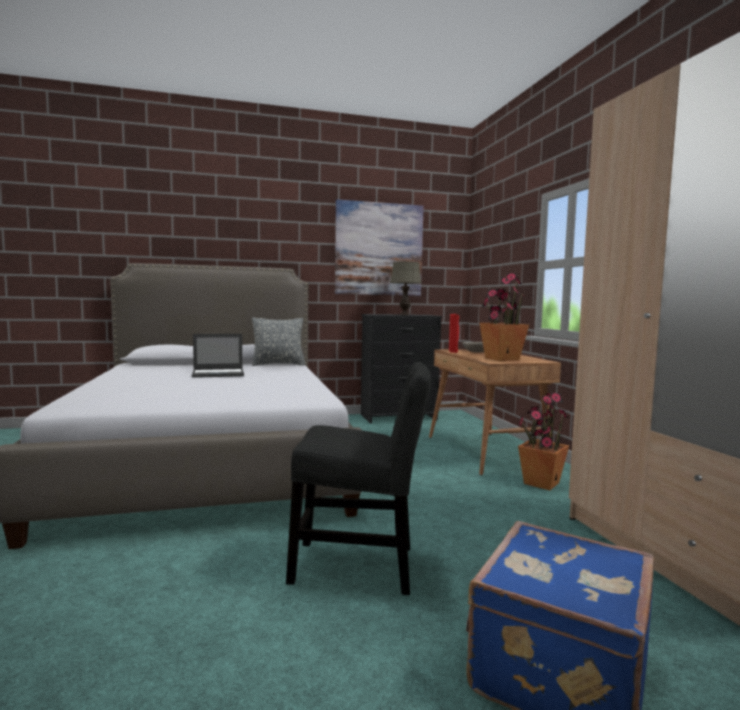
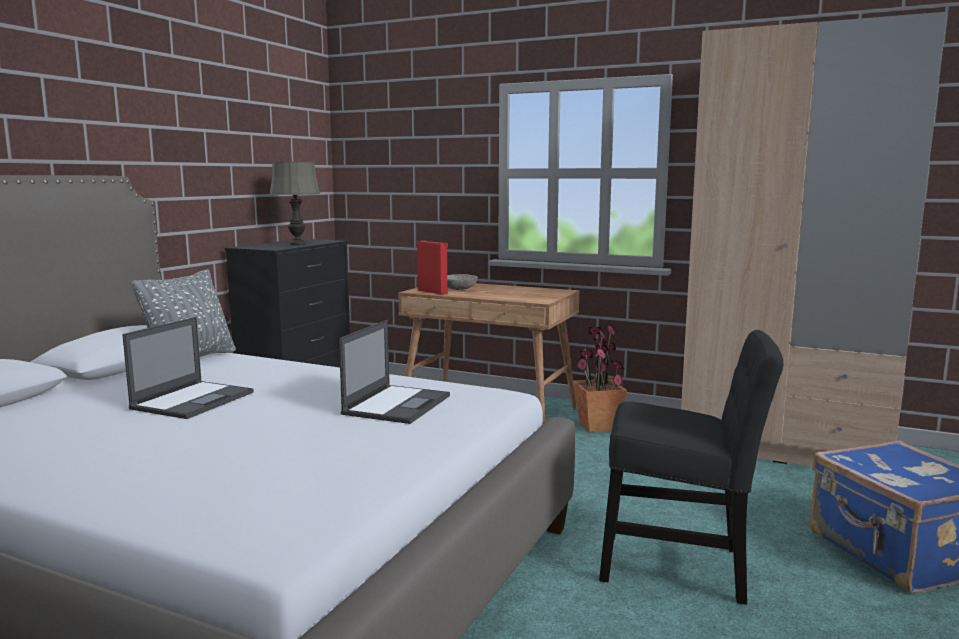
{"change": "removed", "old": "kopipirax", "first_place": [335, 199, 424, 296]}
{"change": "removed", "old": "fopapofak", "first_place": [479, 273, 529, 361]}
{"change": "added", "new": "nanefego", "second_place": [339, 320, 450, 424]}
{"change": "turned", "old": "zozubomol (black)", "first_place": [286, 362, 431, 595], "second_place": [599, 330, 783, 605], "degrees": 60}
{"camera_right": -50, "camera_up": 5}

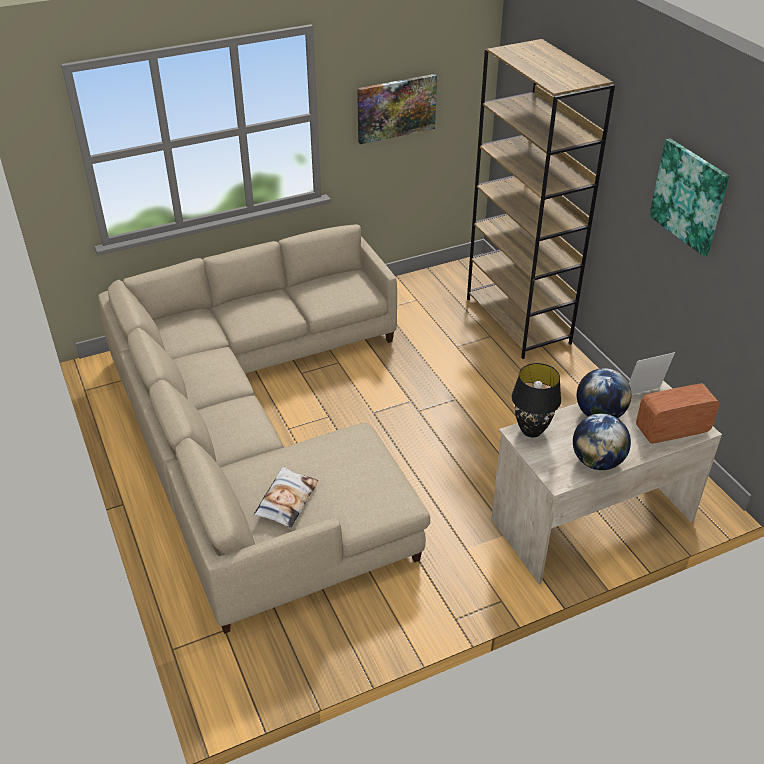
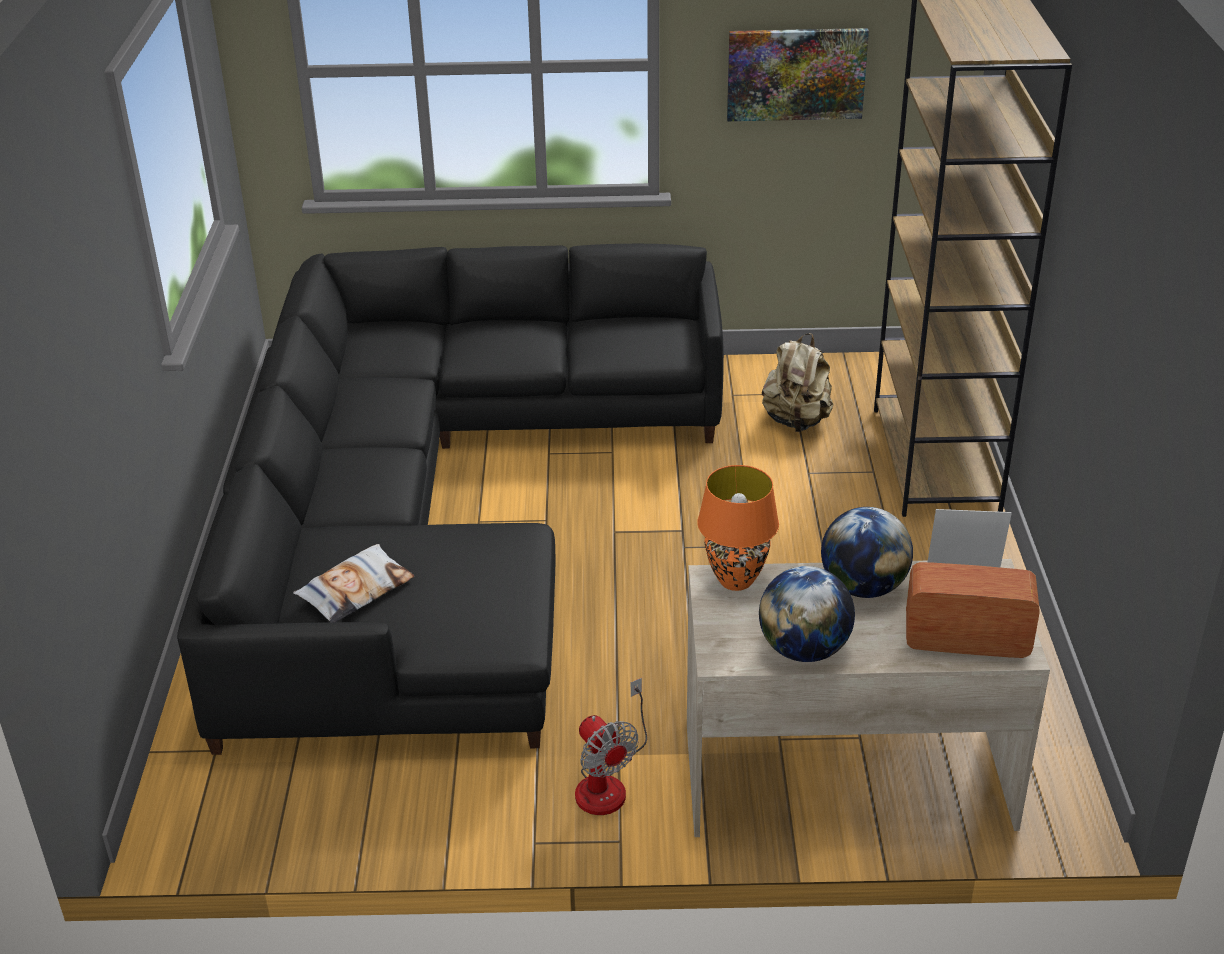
{"change": "removed", "old": "kopipirax", "first_place": [649, 138, 729, 257]}
{"change": "added", "new": "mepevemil", "second_place": [575, 678, 647, 815]}
{"change": "added", "new": "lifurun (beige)", "second_place": [762, 333, 833, 432]}
{"change": "recoloured", "old": "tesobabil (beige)", "new": "tesobabil (black)", "first_place": [98, 224, 430, 634], "second_place": [177, 244, 724, 755]}
{"change": "recoloured", "old": "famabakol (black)", "new": "famabakol (orange)", "first_place": [512, 363, 561, 437], "second_place": [697, 465, 779, 591]}
{"camera_right": 25, "camera_up": -5}

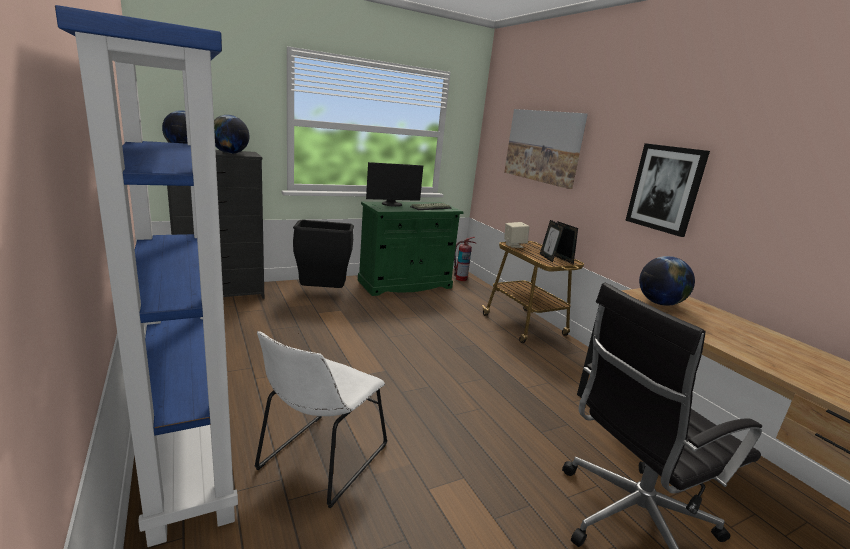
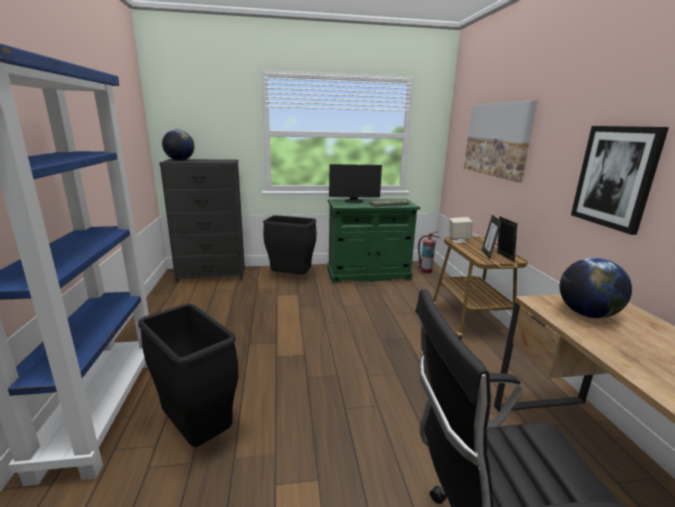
{"change": "removed", "old": "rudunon", "first_place": [214, 115, 249, 154]}
{"change": "replaced", "old": "zozubomol (white)", "new": "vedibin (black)", "first_place": [254, 331, 387, 509], "second_place": [138, 303, 238, 447]}
{"camera_right": 20, "camera_up": 0}

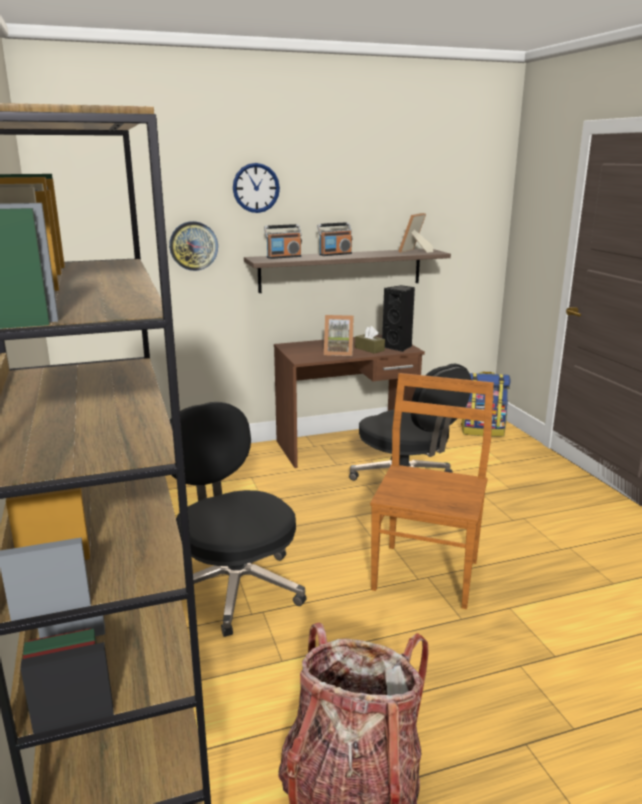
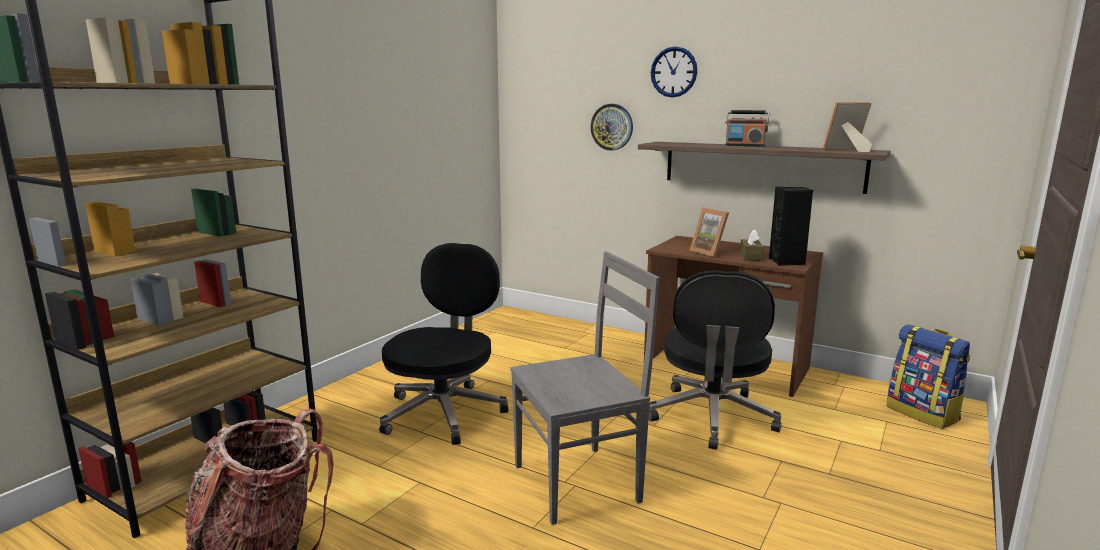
{"change": "removed", "old": "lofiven", "first_place": [264, 224, 302, 259]}
{"change": "recoloured", "old": "zozubomol (brown)", "new": "zozubomol (grey)", "first_place": [370, 373, 494, 609], "second_place": [510, 252, 659, 525]}
{"camera_right": 50, "camera_up": -5}

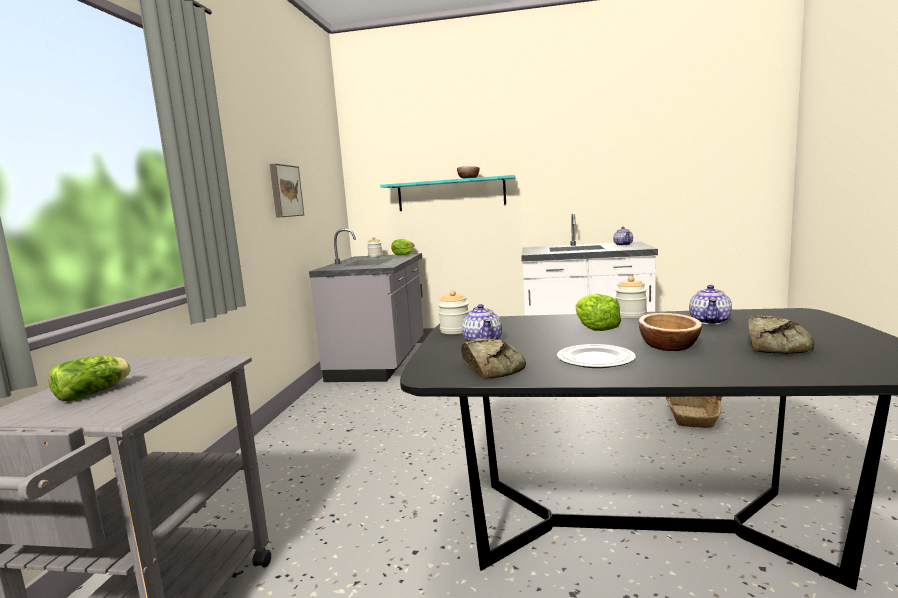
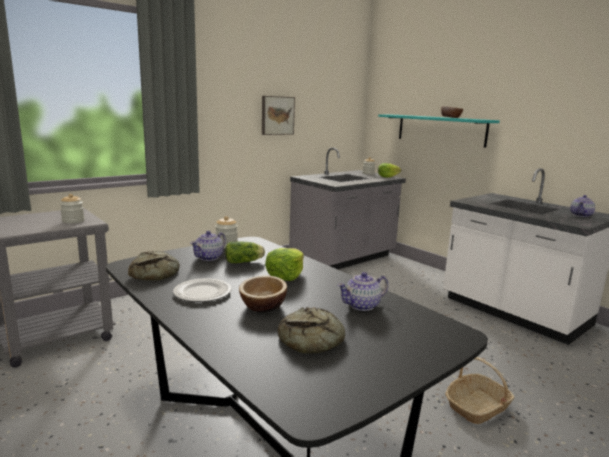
{"change": "moved", "old": "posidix", "first_place": [49, 356, 131, 402], "second_place": [225, 241, 265, 263]}
{"change": "moved", "old": "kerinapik", "first_place": [615, 276, 647, 319], "second_place": [60, 194, 85, 224]}
{"camera_right": 40, "camera_up": 5}

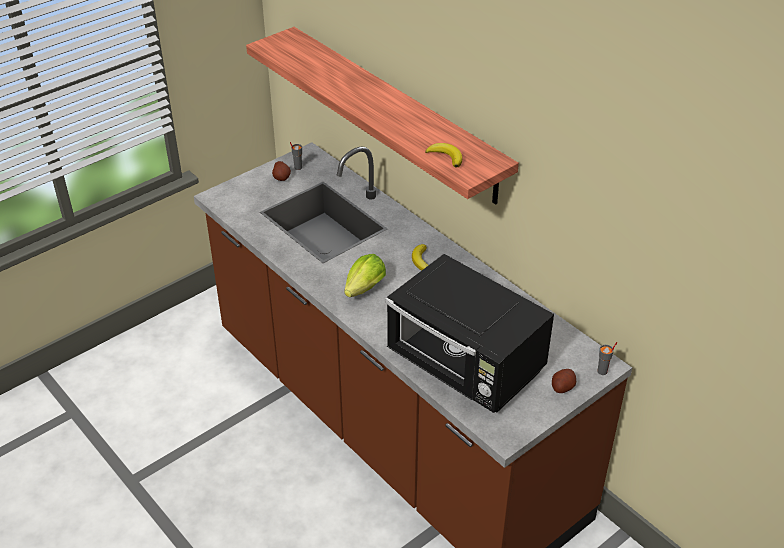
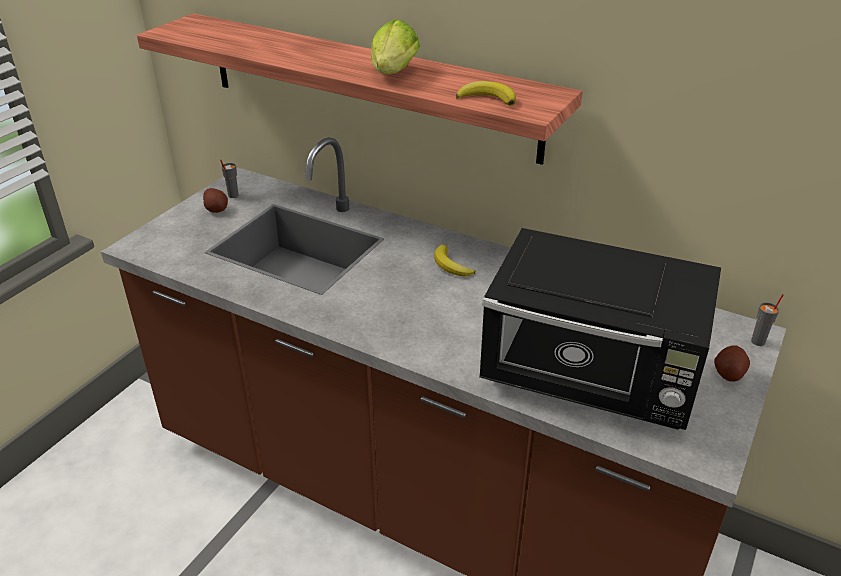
{"change": "moved", "old": "posidix", "first_place": [344, 254, 386, 297], "second_place": [371, 19, 420, 75]}
{"camera_right": -20, "camera_up": -5}

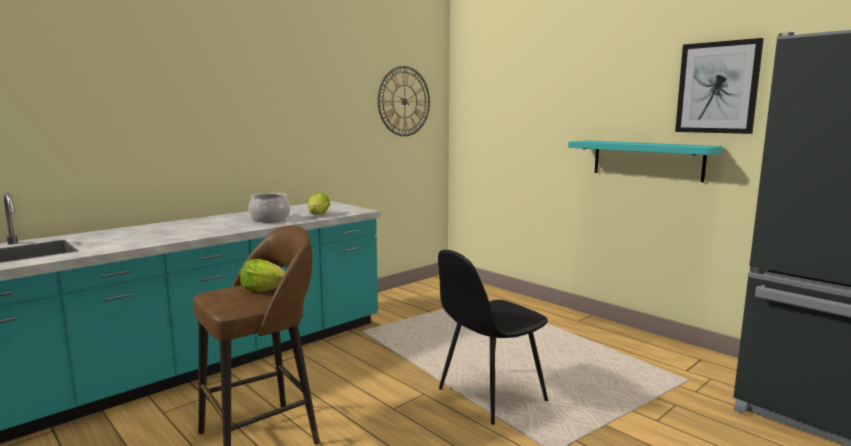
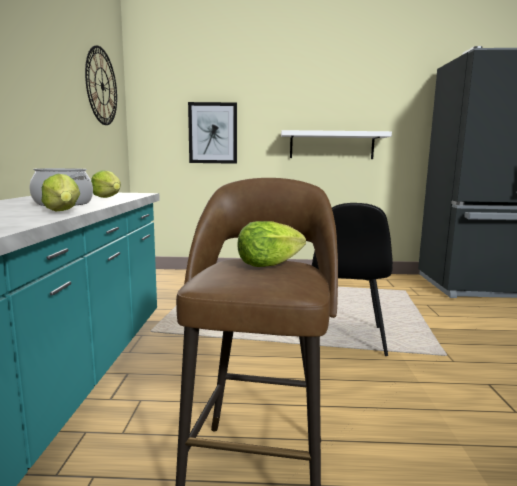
{"change": "added", "new": "posidix", "second_place": [41, 174, 80, 212]}
{"change": "moved", "old": "kopipirax", "first_place": [675, 38, 764, 134], "second_place": [188, 102, 237, 164]}
{"change": "recoloured", "old": "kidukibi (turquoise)", "new": "kidukibi (white)", "first_place": [568, 140, 723, 182], "second_place": [281, 130, 392, 159]}
{"camera_right": -45, "camera_up": 0}

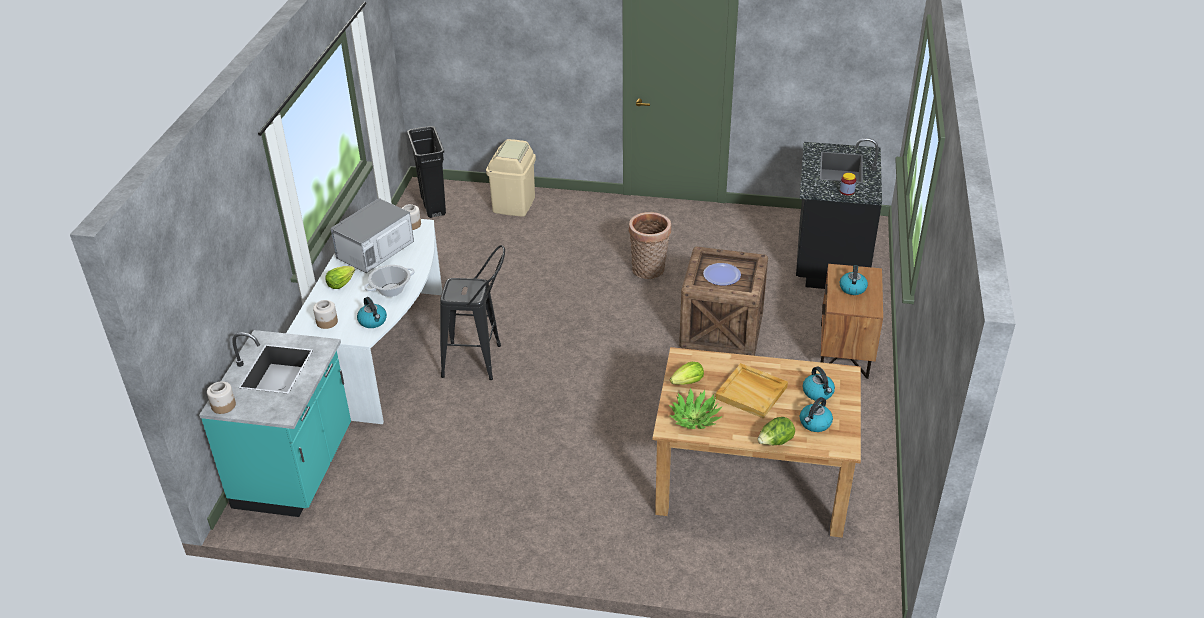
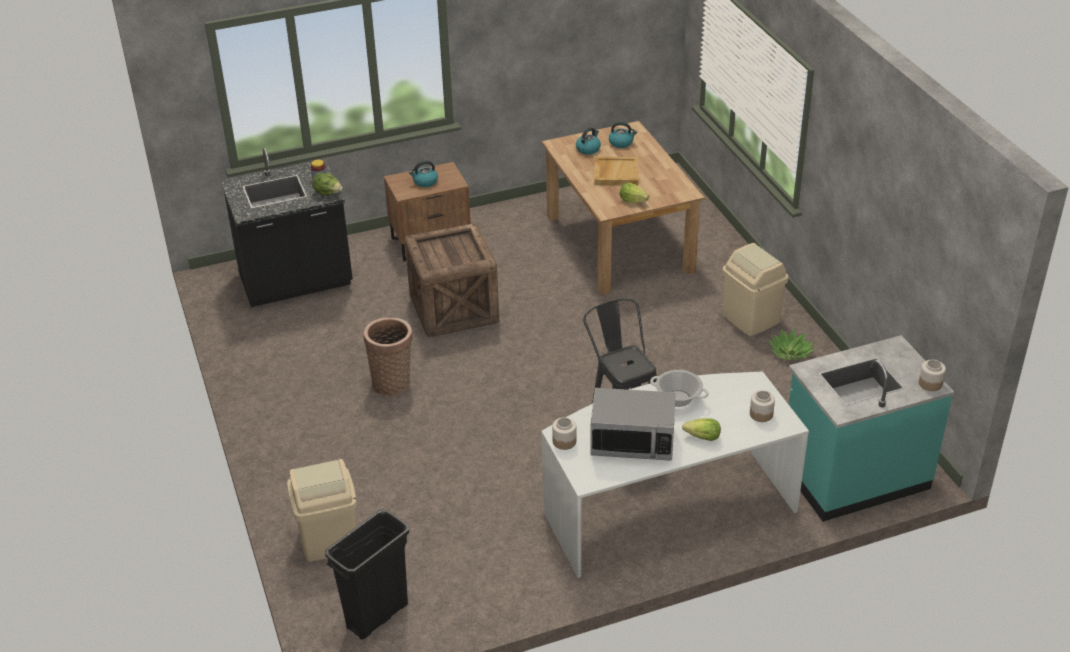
{"change": "removed", "old": "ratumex", "first_place": [357, 297, 387, 328]}
{"change": "removed", "old": "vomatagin", "first_place": [703, 263, 741, 286]}
{"change": "added", "new": "vedibin (beige)", "second_place": [722, 243, 789, 336]}
{"change": "moved", "old": "fopapofak", "first_place": [669, 388, 722, 429], "second_place": [767, 328, 815, 361]}
{"change": "moved", "old": "posidix", "first_place": [758, 417, 795, 445], "second_place": [312, 172, 343, 195]}
{"camera_right": -120, "camera_up": 0}

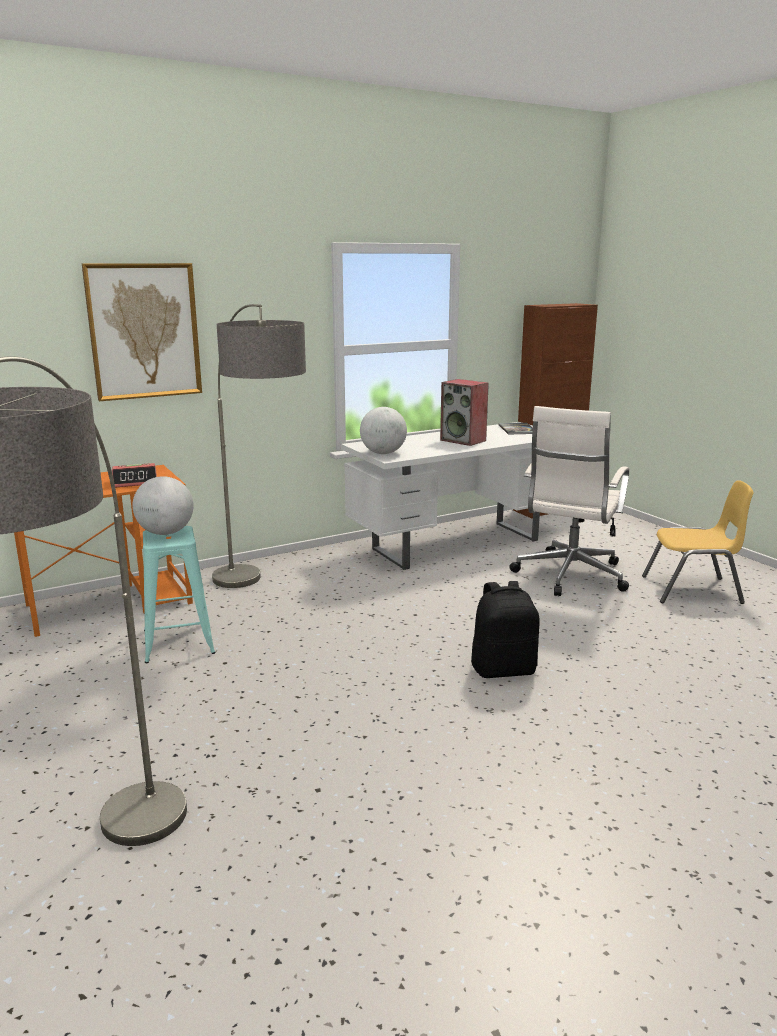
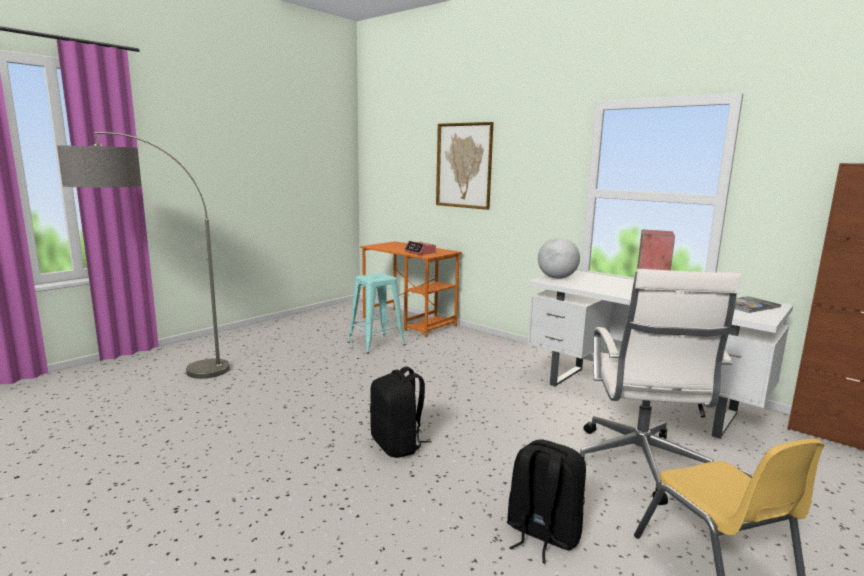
{"change": "removed", "old": "rudunon", "first_place": [132, 476, 194, 535]}
{"change": "removed", "old": "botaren", "first_place": [212, 304, 306, 588]}
{"change": "added", "new": "lifurun (black)", "second_place": [507, 439, 586, 564]}
{"change": "turned", "old": "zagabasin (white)", "first_place": [509, 406, 630, 596], "second_place": [580, 269, 741, 505], "degrees": -90}
{"camera_right": 70, "camera_up": -5}

